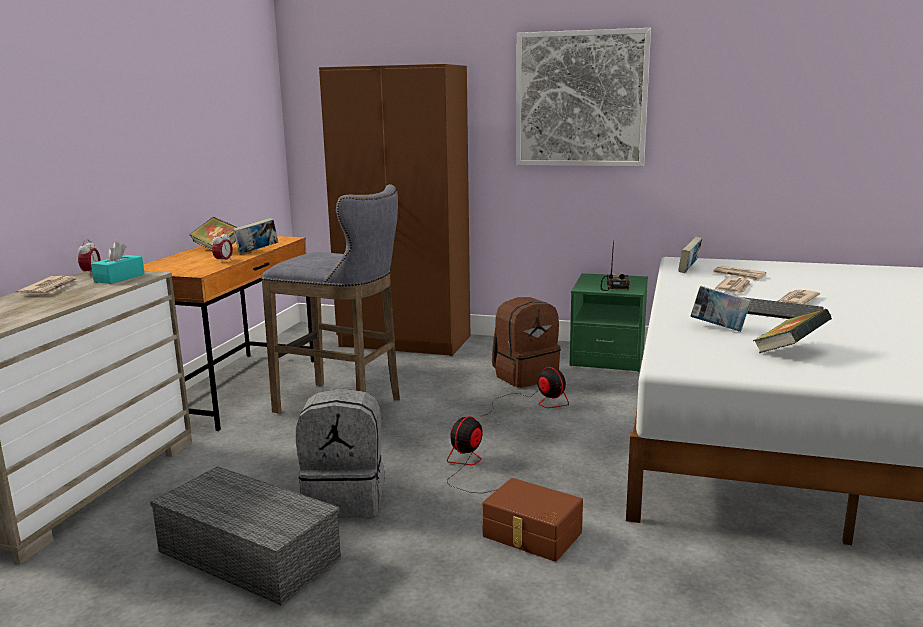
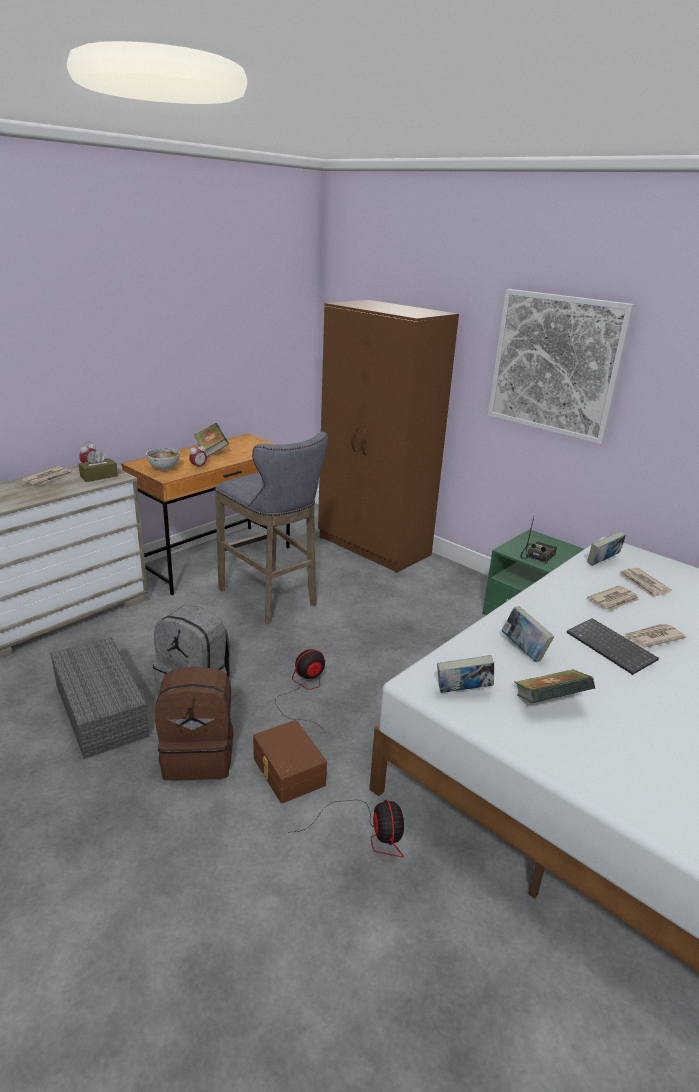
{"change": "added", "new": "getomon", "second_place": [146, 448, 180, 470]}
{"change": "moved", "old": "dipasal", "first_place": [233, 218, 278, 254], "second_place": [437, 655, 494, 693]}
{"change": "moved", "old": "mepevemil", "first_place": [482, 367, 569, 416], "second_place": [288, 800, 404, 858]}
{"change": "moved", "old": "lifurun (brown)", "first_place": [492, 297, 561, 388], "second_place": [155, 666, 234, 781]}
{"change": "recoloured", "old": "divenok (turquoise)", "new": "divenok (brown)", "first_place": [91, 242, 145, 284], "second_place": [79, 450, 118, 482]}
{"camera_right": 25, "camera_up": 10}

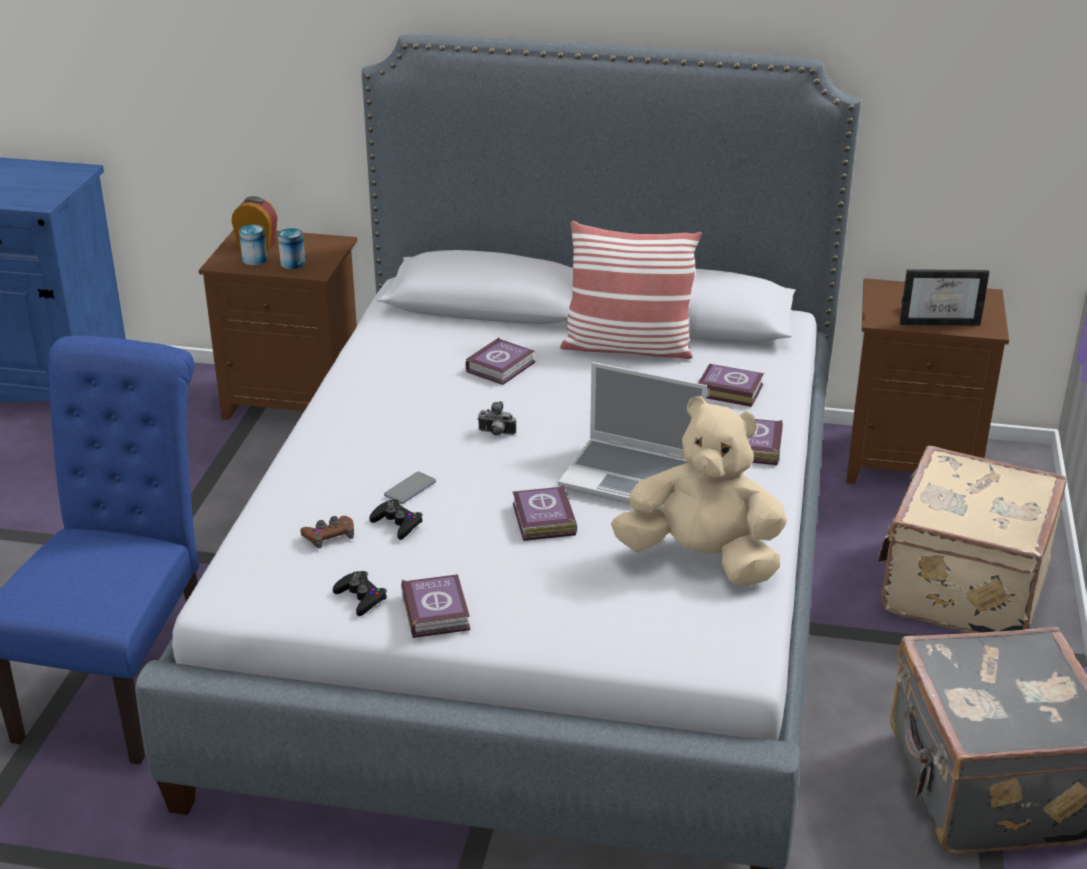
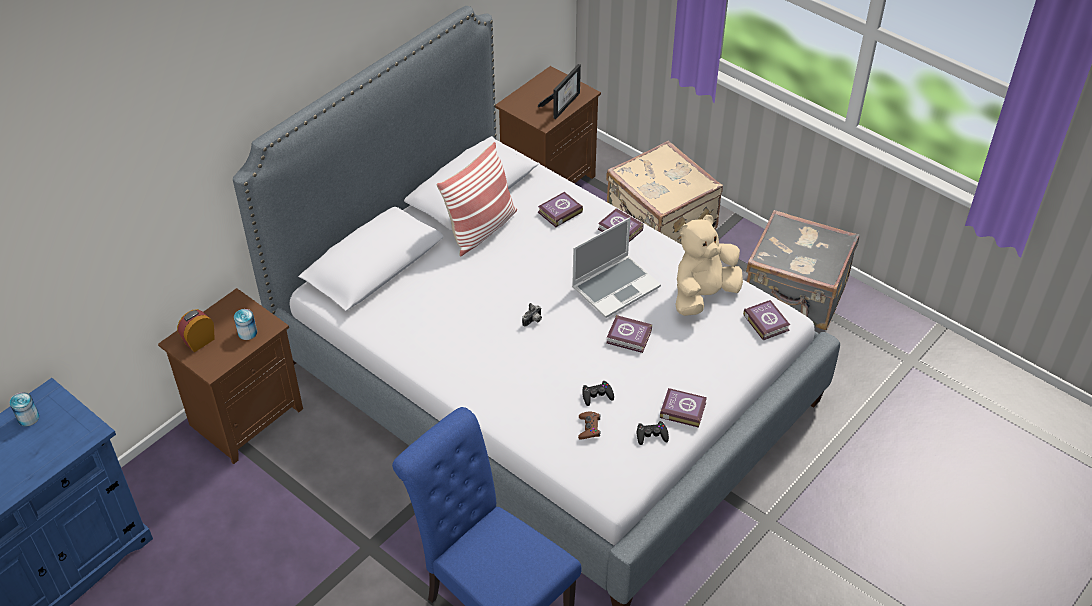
{"change": "removed", "old": "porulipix", "first_place": [384, 472, 436, 504]}
{"change": "moved", "old": "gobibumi", "first_place": [239, 225, 267, 265], "second_place": [10, 392, 39, 426]}
{"change": "moved", "old": "dipasal", "first_place": [465, 338, 535, 385], "second_place": [743, 300, 790, 340]}
{"camera_right": -60, "camera_up": 15}

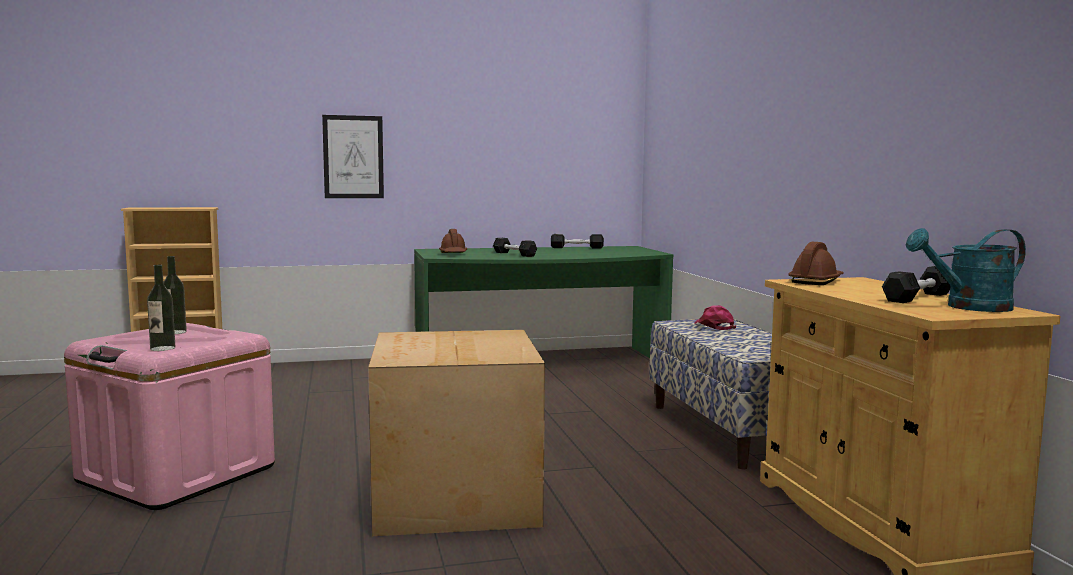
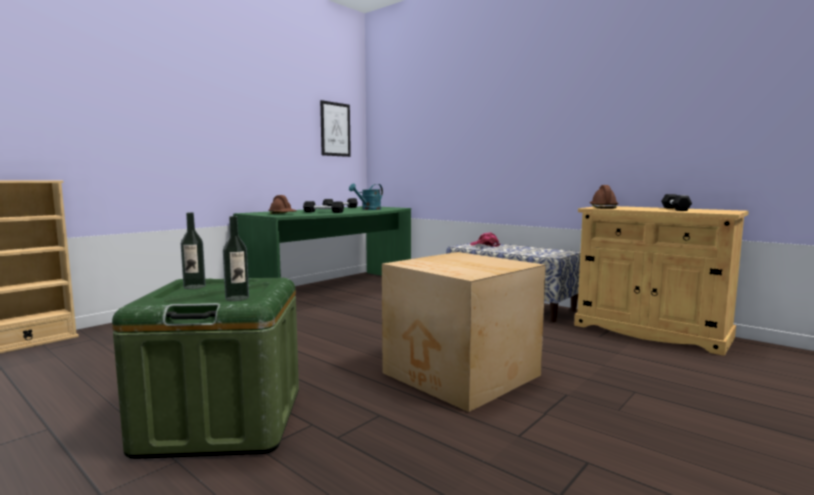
{"change": "moved", "old": "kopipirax", "first_place": [322, 115, 384, 198], "second_place": [320, 100, 351, 157]}
{"change": "moved", "old": "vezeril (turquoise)", "first_place": [905, 228, 1026, 312], "second_place": [349, 183, 383, 210]}
{"change": "recoloured", "old": "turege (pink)", "new": "turege (green)", "first_place": [64, 323, 275, 510], "second_place": [112, 278, 299, 459]}
{"camera_right": -35, "camera_up": 0}

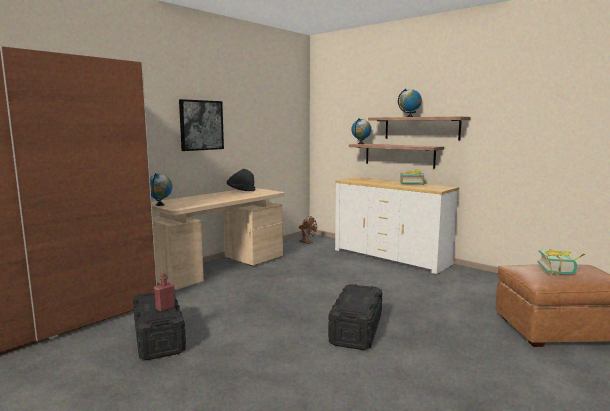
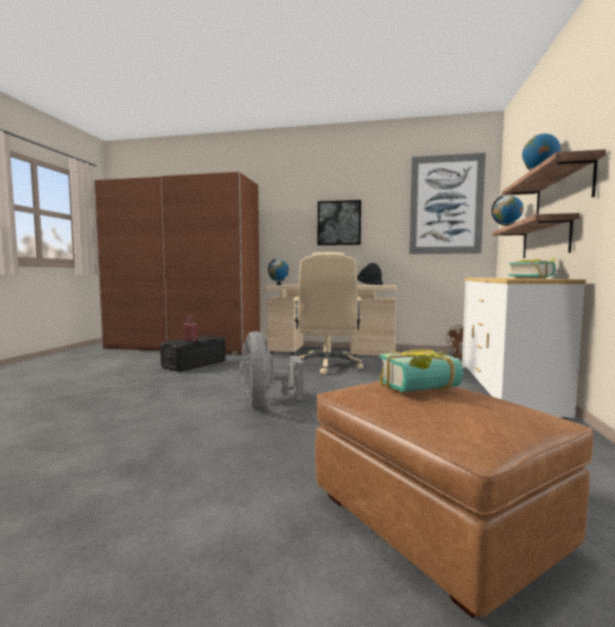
{"change": "added", "new": "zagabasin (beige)", "second_place": [294, 252, 363, 374]}
{"change": "added", "new": "kopipirax", "second_place": [409, 153, 486, 254]}
{"change": "replaced", "old": "turege (black)", "new": "mepevemil (grey)", "first_place": [328, 284, 382, 350], "second_place": [240, 331, 304, 407]}
{"camera_right": 60, "camera_up": -5}

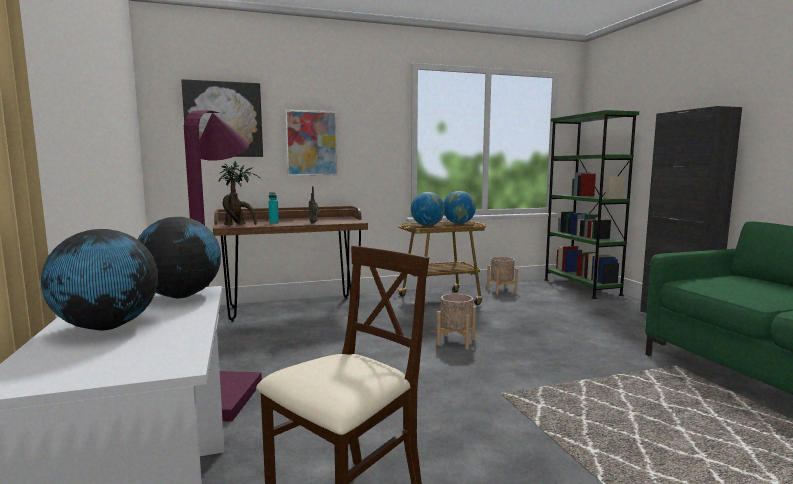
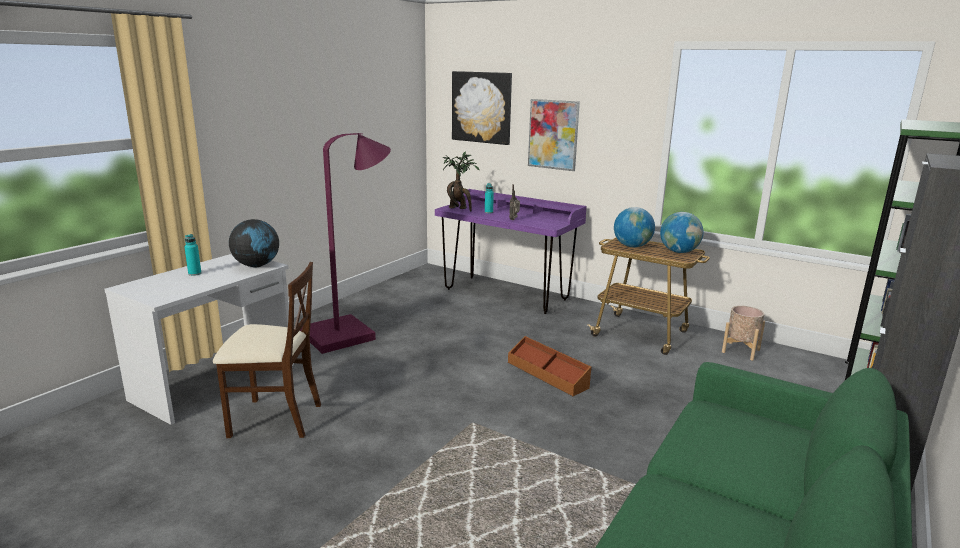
{"change": "replaced", "old": "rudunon", "new": "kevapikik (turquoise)", "first_place": [41, 229, 158, 330], "second_place": [184, 234, 201, 276]}
{"change": "replaced", "old": "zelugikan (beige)", "new": "turege (brown)", "first_place": [437, 294, 476, 350], "second_place": [508, 336, 592, 396]}
{"change": "recoloured", "old": "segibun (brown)", "new": "segibun (purple)", "first_place": [213, 206, 368, 322], "second_place": [435, 189, 587, 314]}
{"camera_right": 50, "camera_up": 10}

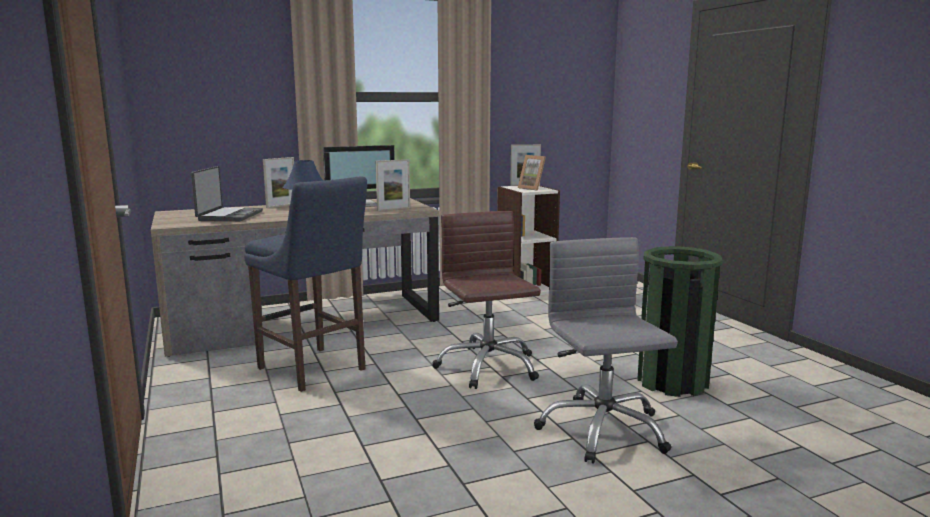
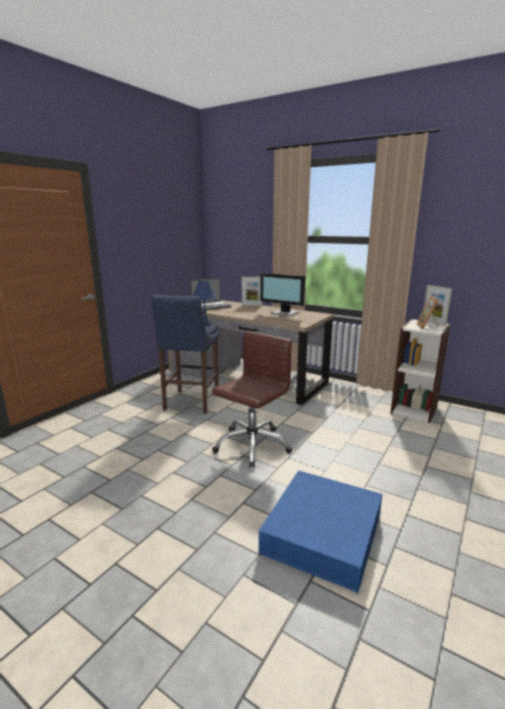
{"change": "removed", "old": "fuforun", "first_place": [376, 159, 410, 211]}
{"change": "removed", "old": "zagabasin (grey)", "first_place": [534, 237, 678, 464]}
{"change": "replaced", "old": "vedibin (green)", "new": "turege (blue)", "first_place": [637, 246, 723, 397], "second_place": [259, 470, 383, 593]}
{"camera_right": 55, "camera_up": 5}

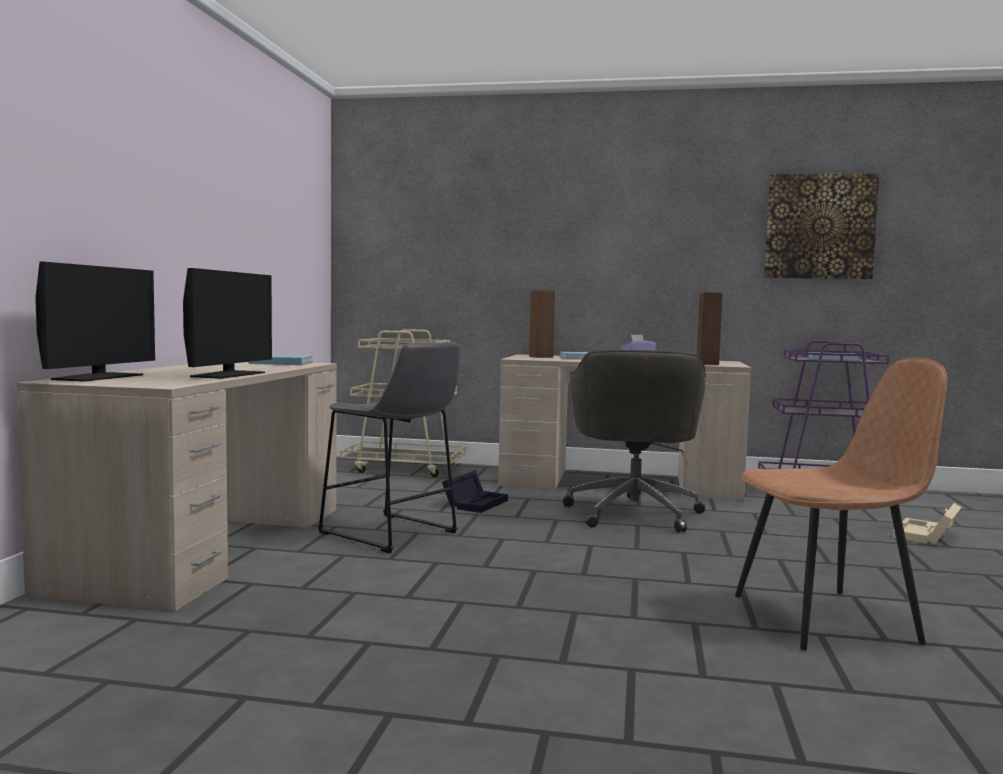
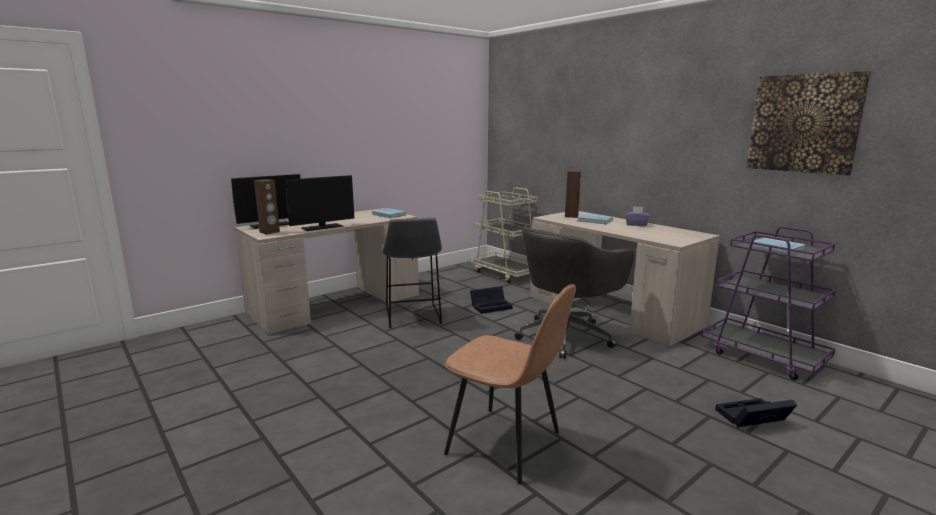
{"change": "moved", "old": "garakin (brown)", "first_place": [697, 293, 723, 365], "second_place": [254, 179, 280, 234]}
{"change": "recoloured", "old": "turege (beige)", "new": "turege (black)", "first_place": [893, 503, 961, 545], "second_place": [715, 398, 797, 427]}
{"camera_right": 40, "camera_up": 10}

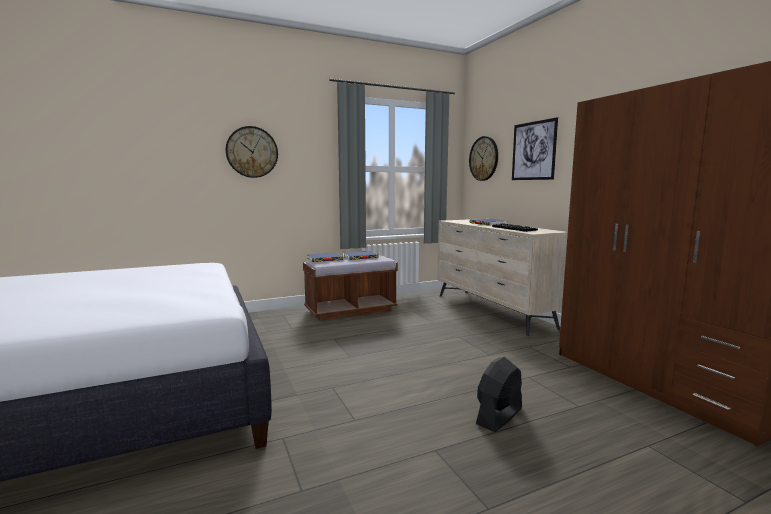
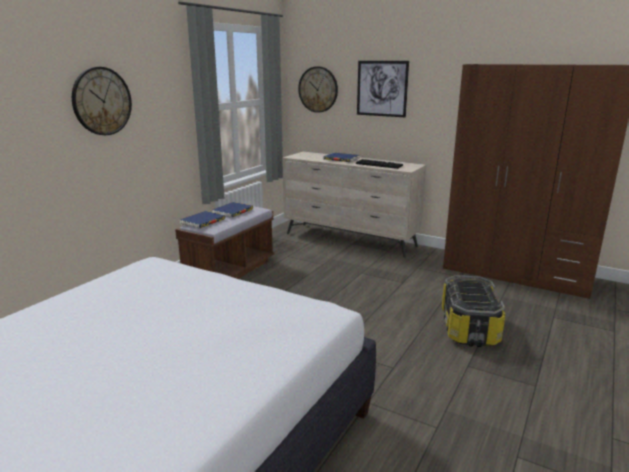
{"change": "replaced", "old": "mepevemil (black)", "new": "turege", "first_place": [476, 357, 522, 432], "second_place": [442, 275, 506, 347]}
{"camera_right": -35, "camera_up": 10}

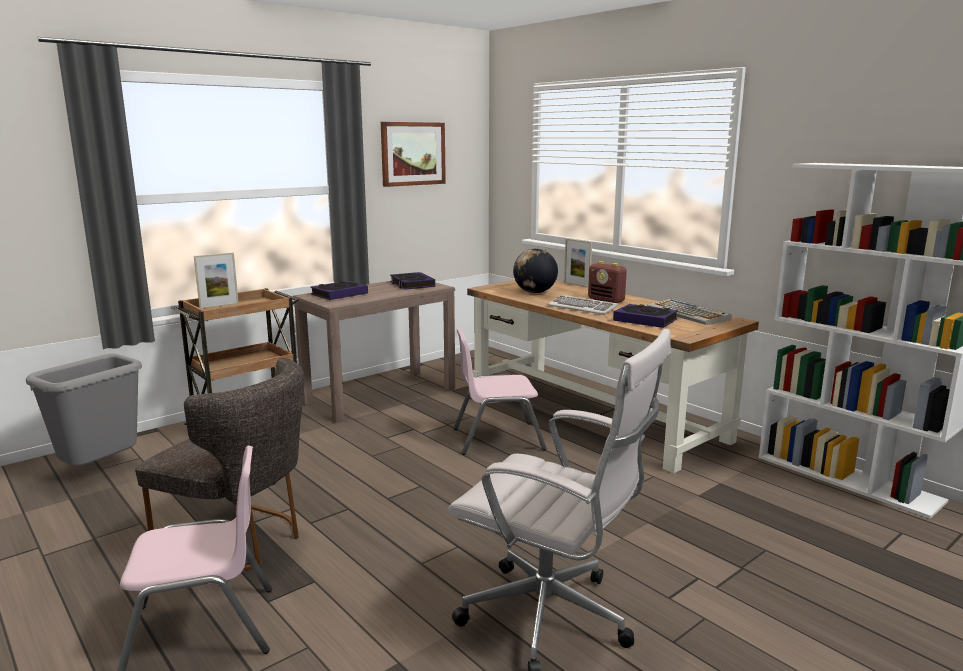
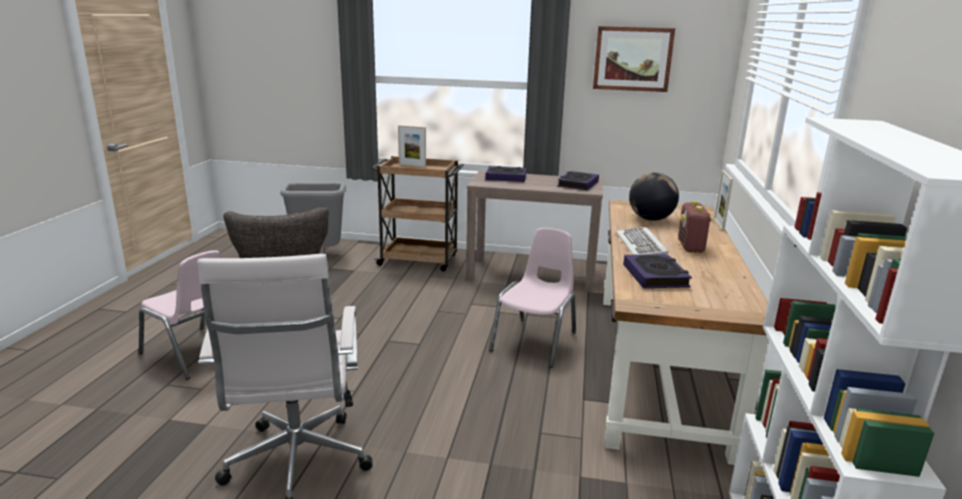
{"change": "removed", "old": "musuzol", "first_place": [647, 299, 732, 325]}
{"change": "turned", "old": "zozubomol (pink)", "first_place": [453, 328, 547, 455], "second_place": [489, 228, 576, 368], "degrees": 75}
{"camera_right": 50, "camera_up": 5}

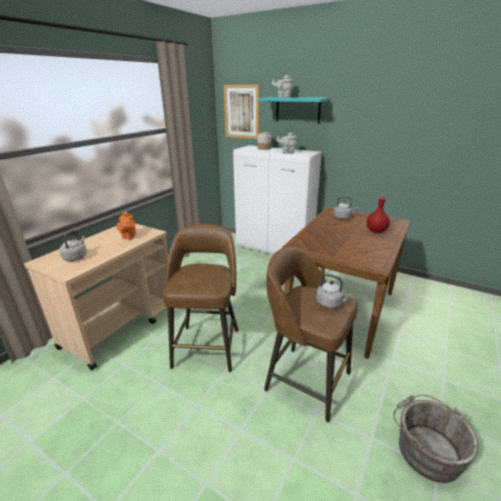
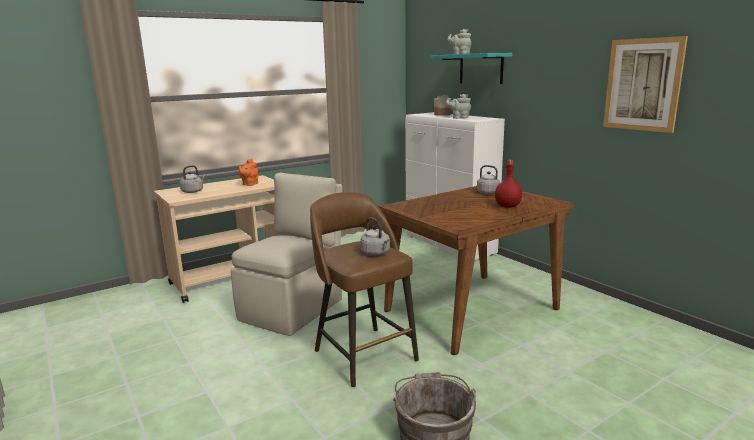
{"change": "moved", "old": "kopipirax", "first_place": [223, 85, 260, 139], "second_place": [603, 36, 688, 133]}
{"change": "replaced", "old": "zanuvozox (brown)", "new": "zozubomol (beige)", "first_place": [163, 224, 239, 372], "second_place": [231, 173, 343, 336]}
{"camera_right": 25, "camera_up": -10}

